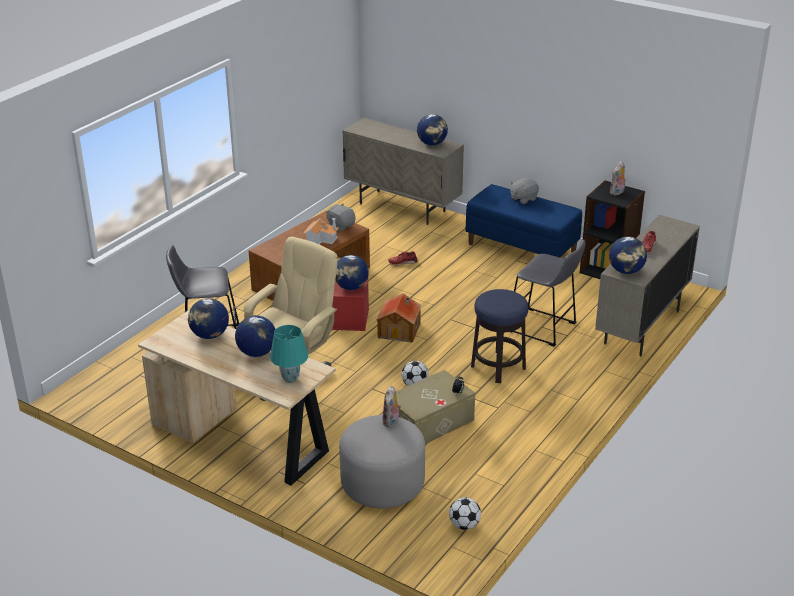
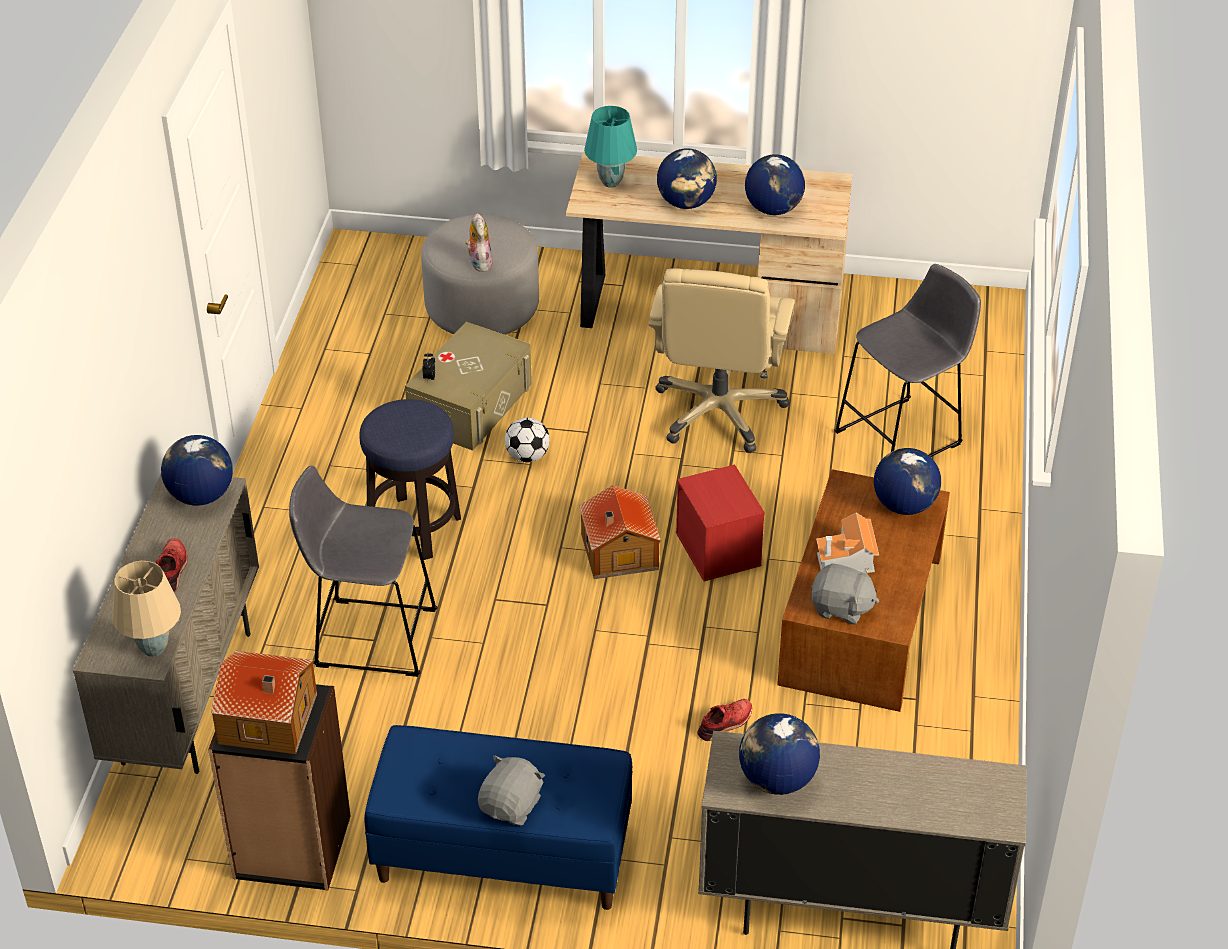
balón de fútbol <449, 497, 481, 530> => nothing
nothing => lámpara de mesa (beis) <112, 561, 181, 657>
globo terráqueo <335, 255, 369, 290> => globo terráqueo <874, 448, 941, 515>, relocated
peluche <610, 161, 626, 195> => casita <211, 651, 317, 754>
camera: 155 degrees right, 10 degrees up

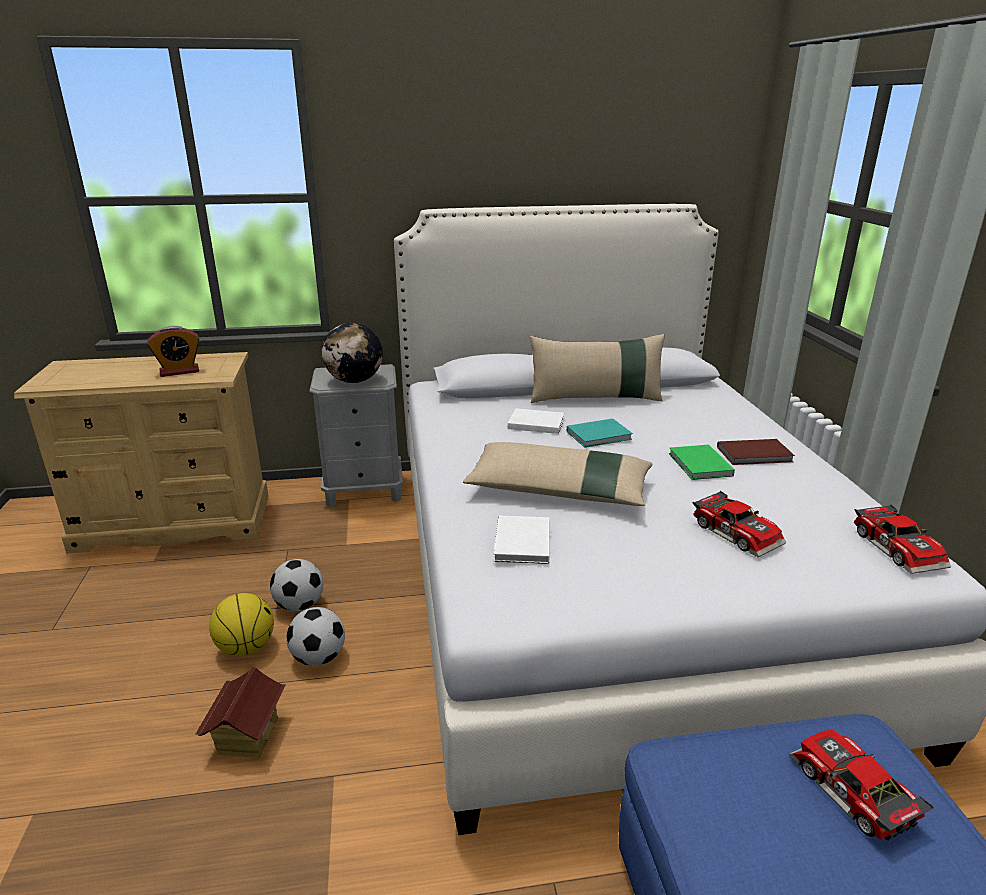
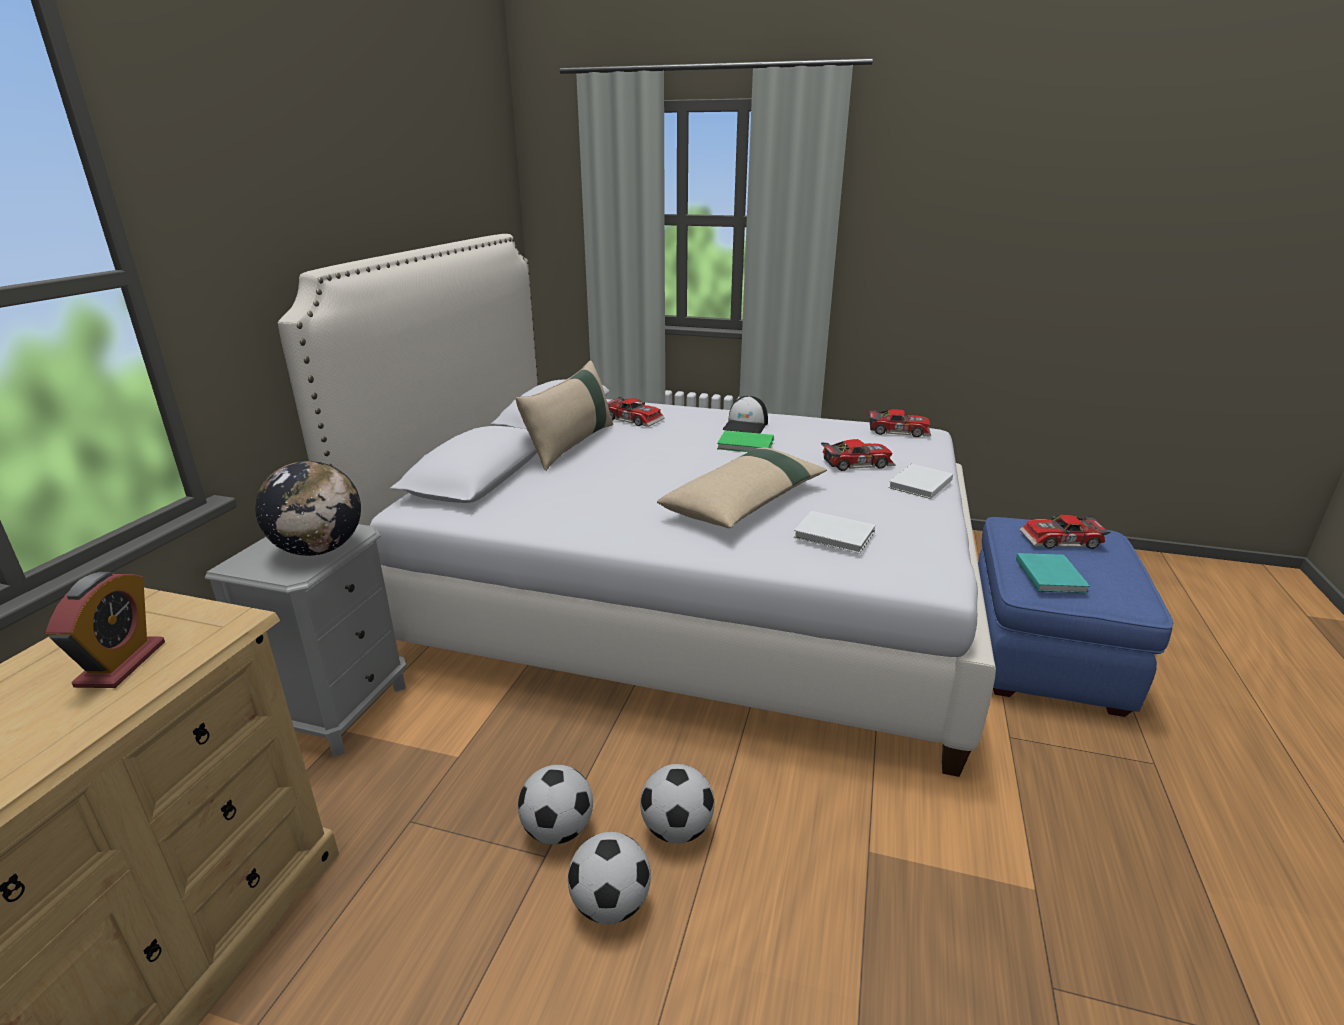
casita <196, 667, 286, 758> => nothing
nothing => coche de juguete <607, 397, 665, 427>
libro (blanco) <508, 408, 564, 434> => libro (blanco) <888, 464, 953, 499>, relocated
libro (turquesa) <567, 418, 633, 448> => libro (turquesa) <1016, 553, 1090, 593>, relocated
balón de baloncesto <209, 593, 274, 656> => balón de fútbol <568, 832, 651, 924>
libro (marrón) <717, 439, 795, 465> => gorra <723, 396, 768, 434>
camera: 65 degrees left, 0 degrees up

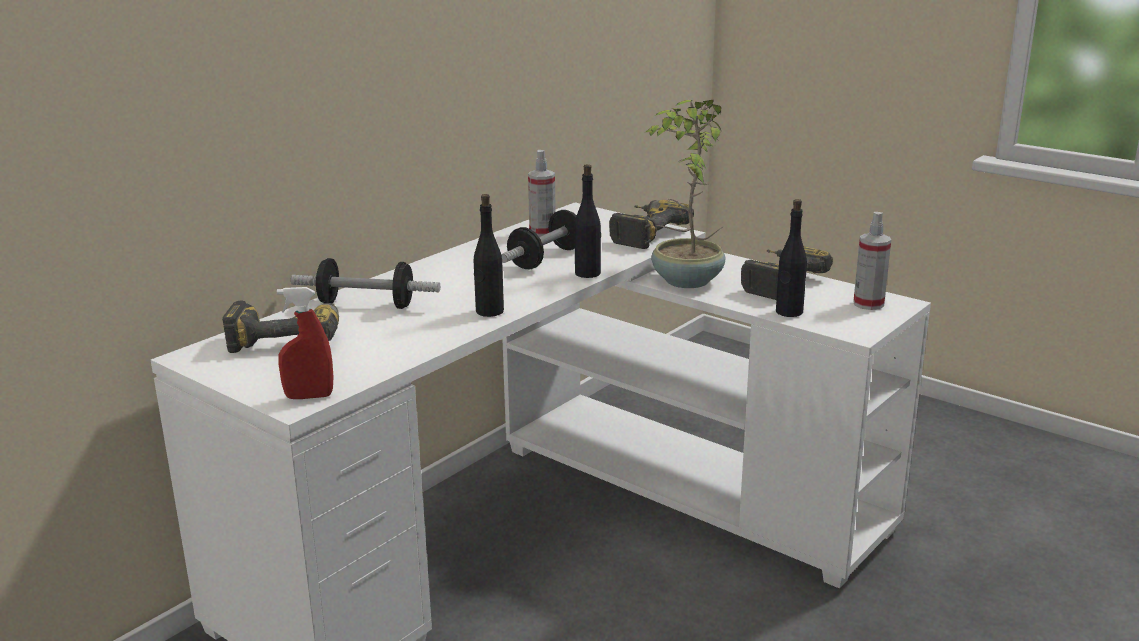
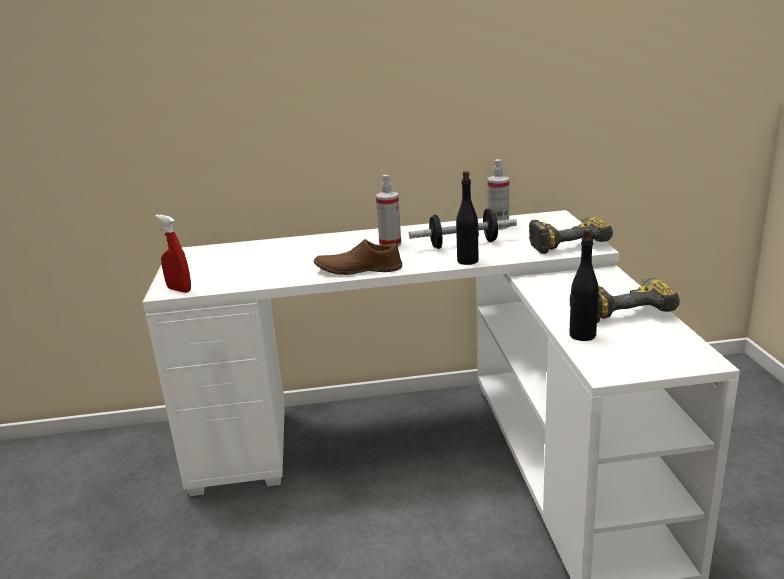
taladro <222, 301, 339, 353> => nothing
mancuerna <291, 258, 440, 309> => nothing
planta en maceta <646, 100, 726, 288> => nothing
pulverizador <853, 212, 891, 310> => pulverizador <376, 175, 401, 246>, relocated
botella (negro) <474, 194, 504, 317> => zapato (marrón) <314, 239, 402, 275>
camera: 45 degrees right, 0 degrees up

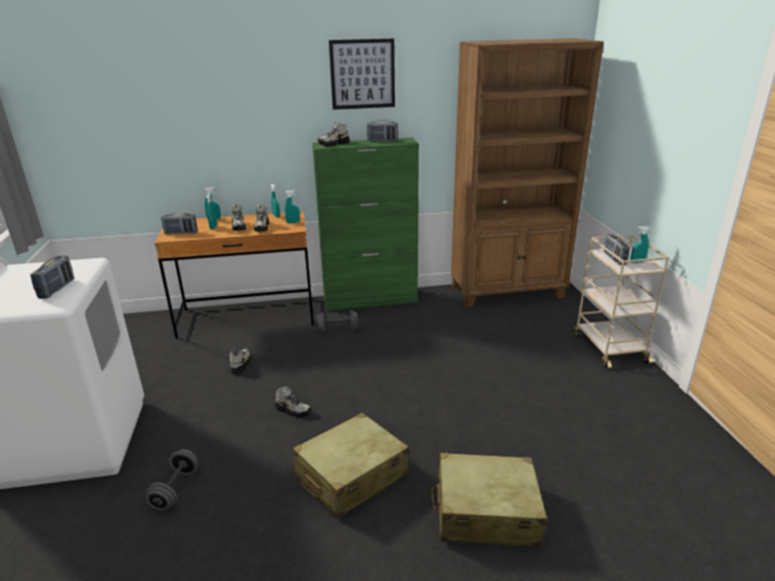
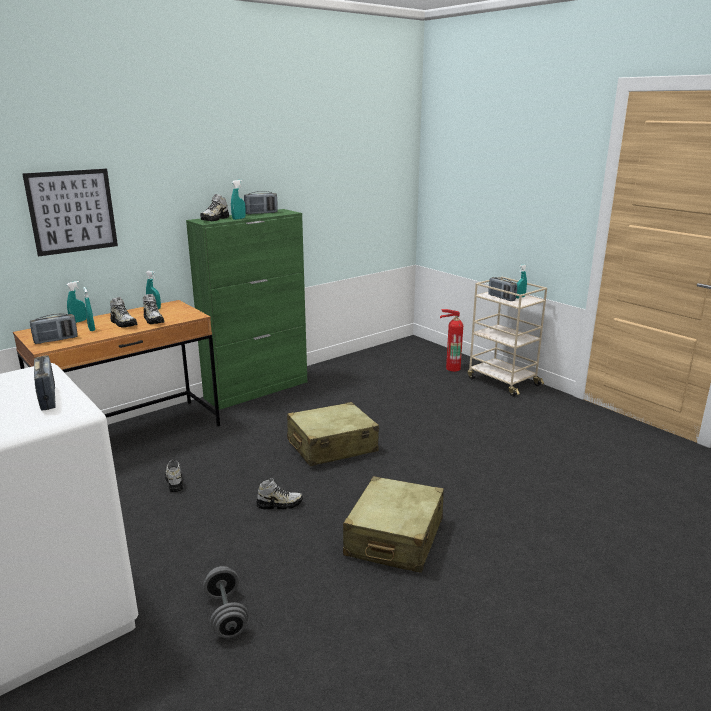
mancuerna (gris) <316, 310, 359, 332> => nothing
estantería (marrón) <451, 39, 604, 308> => nothing
nothing => extintor <440, 309, 463, 372>
pulverizador (turquesa) <285, 190, 300, 224> => pulverizador (turquesa) <231, 180, 246, 220>, relocated
cuadro <329, 38, 395, 110> => cuadro <22, 169, 118, 256>, relocated
maleta (beis) <431, 453, 547, 547> => maleta (beis) <287, 402, 379, 466>, relocated
camera: 30 degrees left, 5 degrees down

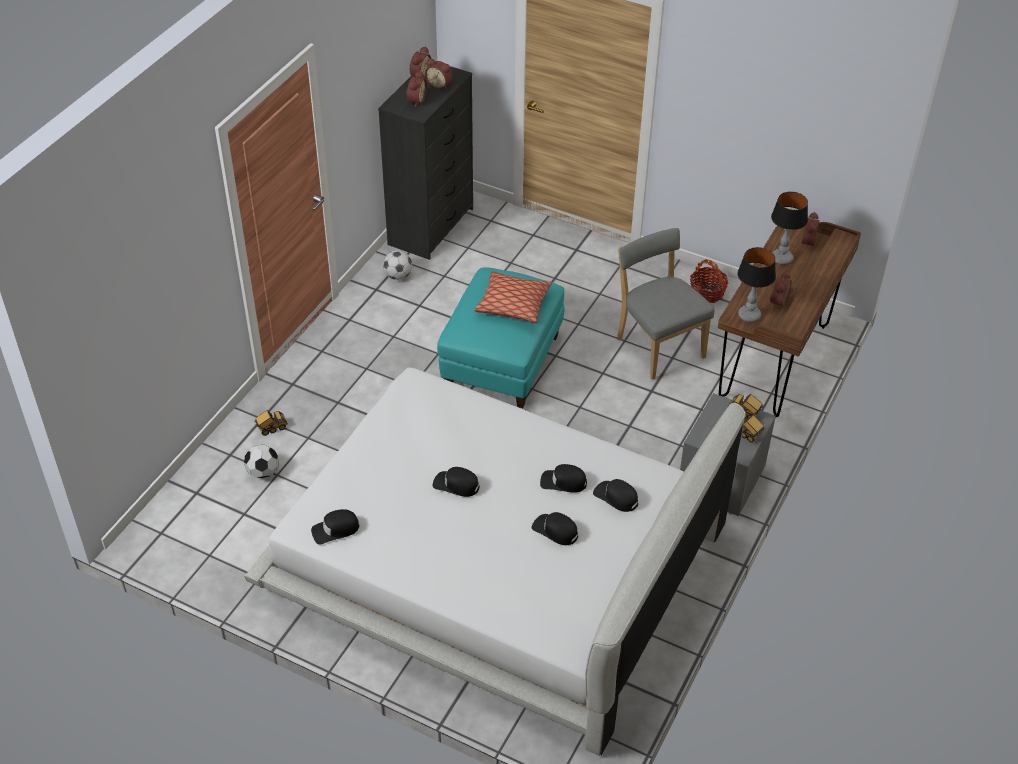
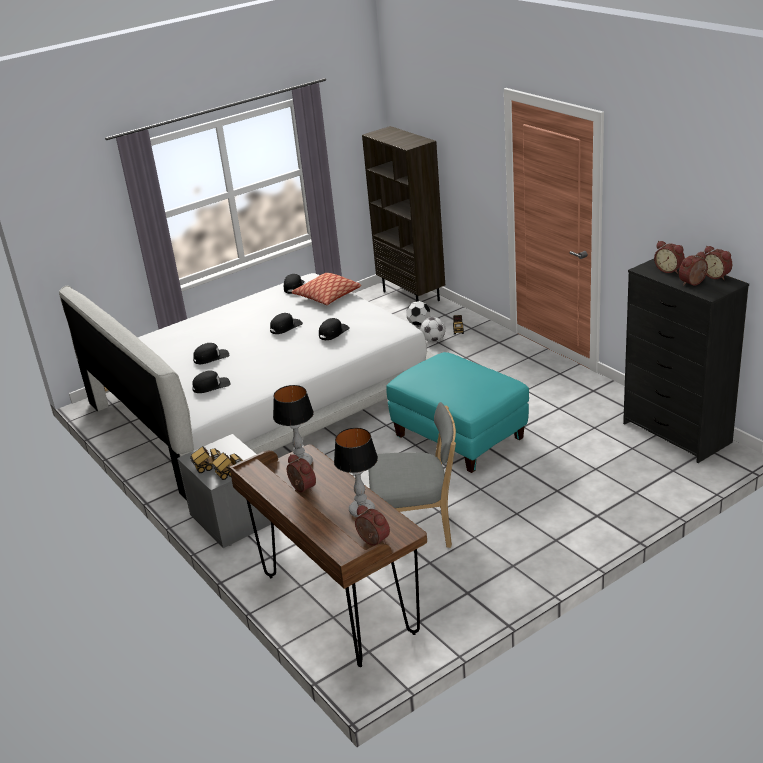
cesta <690, 259, 729, 303> => nothing
nothing => estantería (marrón) <362, 126, 445, 302>
balón de fútbol <383, 250, 412, 280> => balón de fútbol <420, 317, 445, 342>, relocated
cojín <474, 271, 552, 323> => cojín <291, 273, 361, 305>, relocated
gorra (negro) <540, 464, 587, 493> => gorra (negro) <319, 318, 350, 340>, relocated
camera: 120 degrees right, 15 degrees down

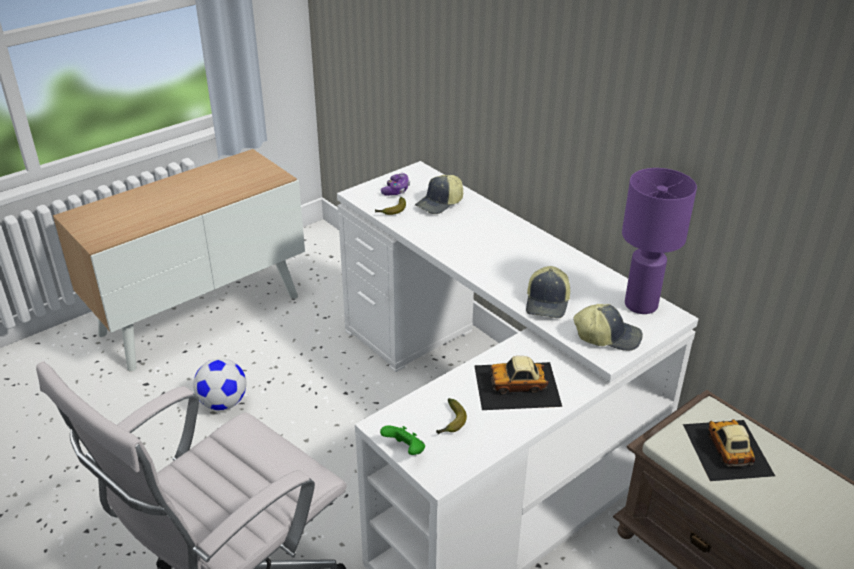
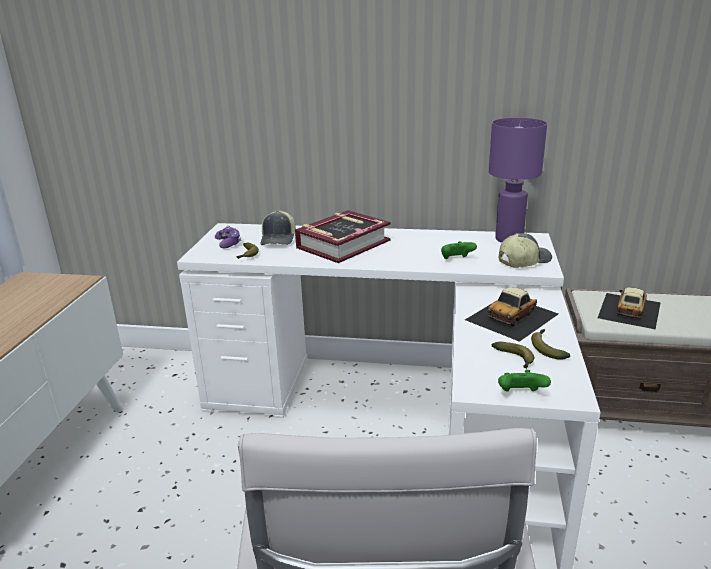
balón de fútbol <193, 358, 246, 410> => nothing
nothing => libro <295, 210, 390, 263>
nothing => plátano <531, 329, 570, 360>
gorra <526, 266, 570, 318> => mando de consola (verde) <441, 241, 477, 259>
coche de juguete <683, 419, 775, 481> => coche de juguete <598, 287, 661, 330>, 75 degrees clockwise
camera: 40 degrees left, 10 degrees down

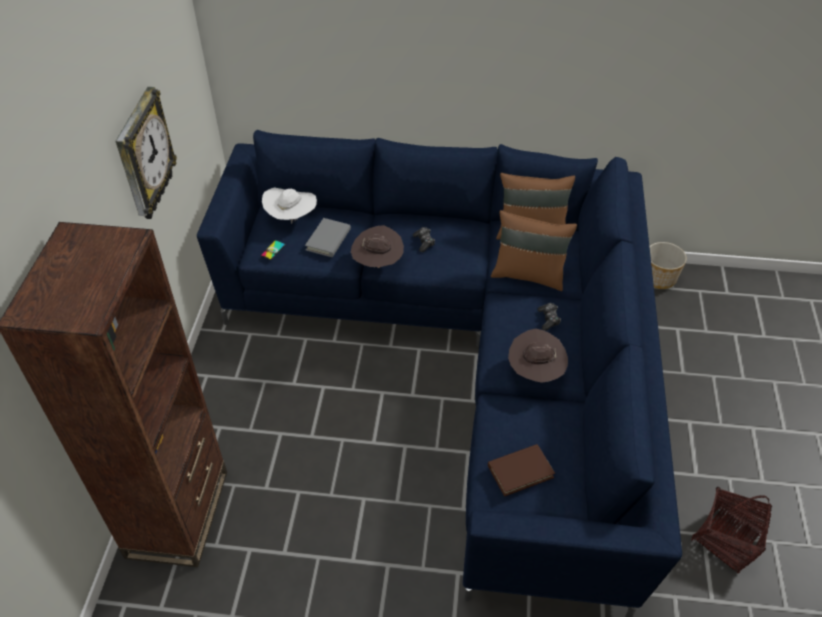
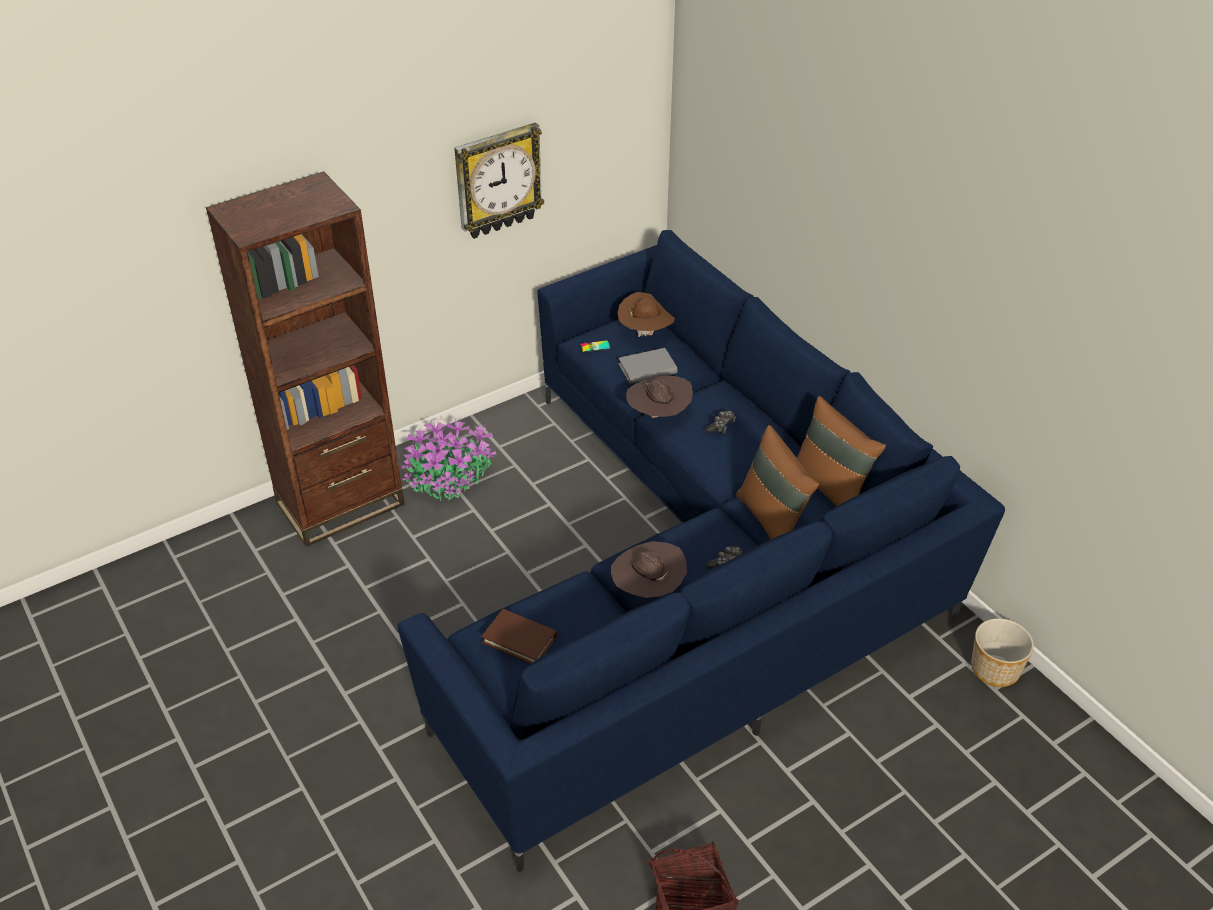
nothing => planta en maceta <401, 418, 497, 501>
sombrero (blanco) <262, 187, 317, 224> => sombrero (marrón) <618, 292, 675, 337>
camera: 50 degrees right, 5 degrees down

